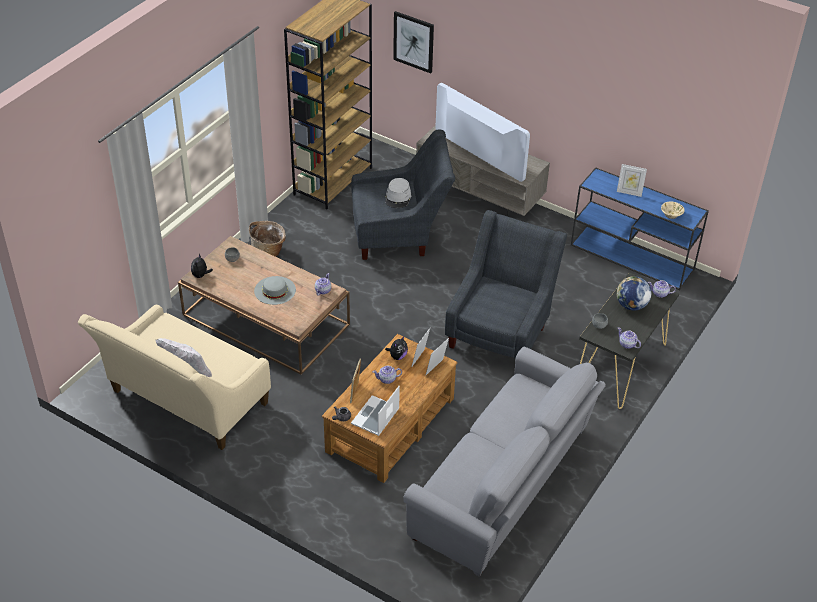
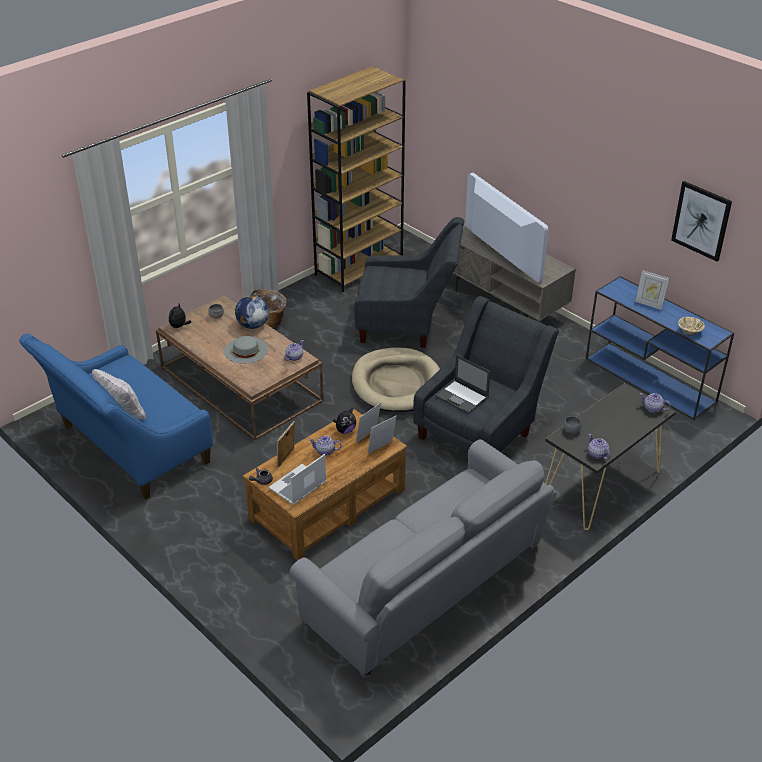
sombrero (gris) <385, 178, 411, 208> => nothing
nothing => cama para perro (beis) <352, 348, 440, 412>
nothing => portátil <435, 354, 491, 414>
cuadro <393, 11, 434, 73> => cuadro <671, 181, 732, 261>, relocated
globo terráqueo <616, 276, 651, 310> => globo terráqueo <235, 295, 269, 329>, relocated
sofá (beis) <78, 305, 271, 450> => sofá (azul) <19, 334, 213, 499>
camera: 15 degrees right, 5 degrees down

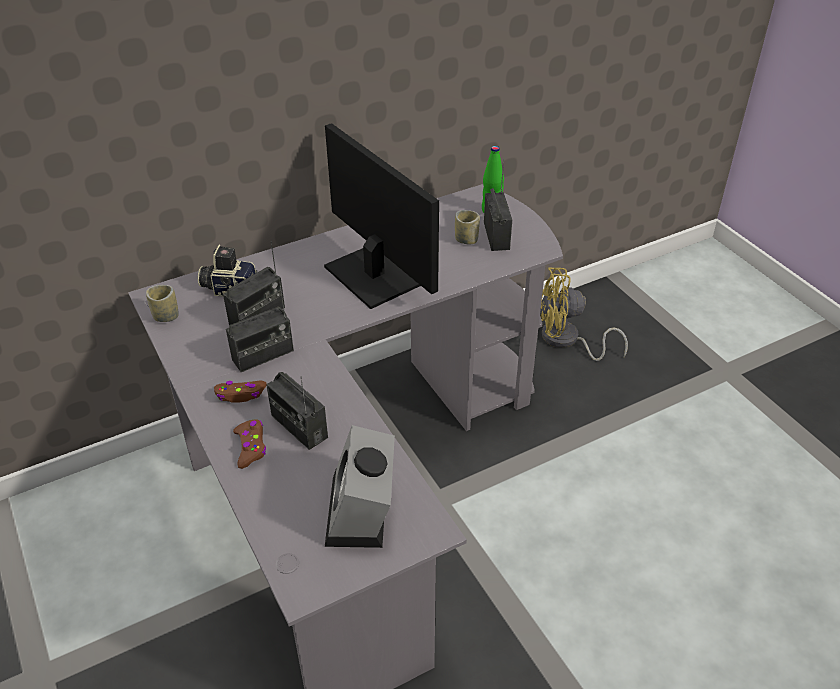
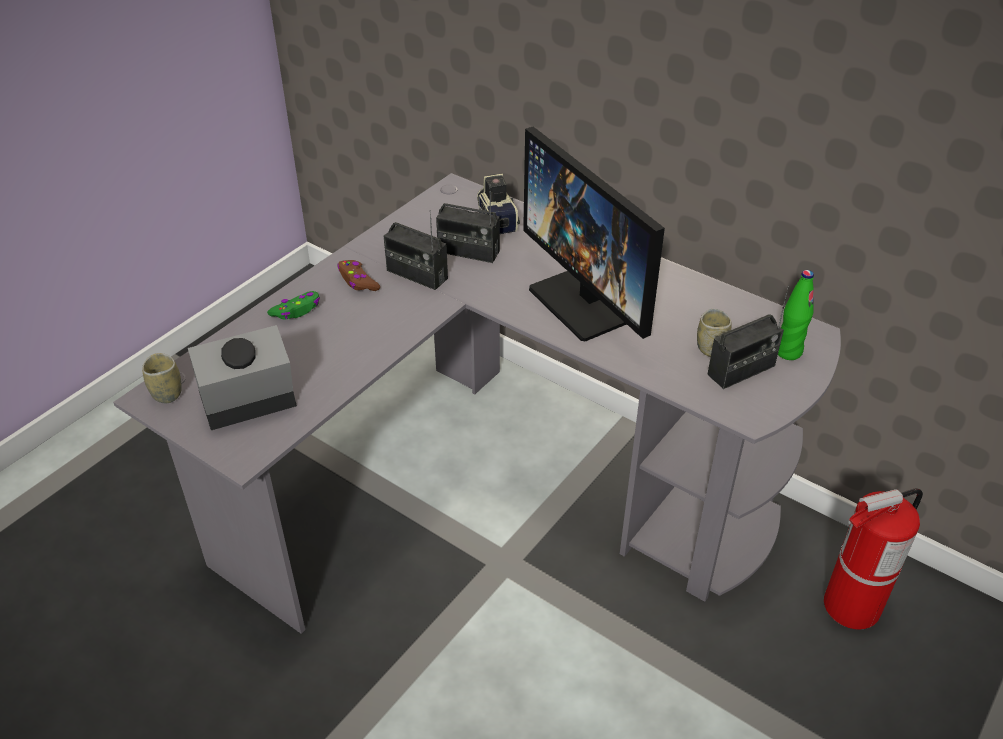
radio <266, 372, 328, 450> => nothing
taza <146, 285, 179, 322> => taza <142, 353, 182, 403>, relocated
ventilador (amarillo) <541, 268, 628, 361> => extintor <824, 489, 923, 630>
mando de consola (marrón) <233, 419, 266, 469> => mando de consola (verde) <267, 291, 320, 320>
monitor <324, 123, 439, 309> => monitor <523, 127, 665, 342>, 120 degrees clockwise
camera: 65 degrees right, 0 degrees up

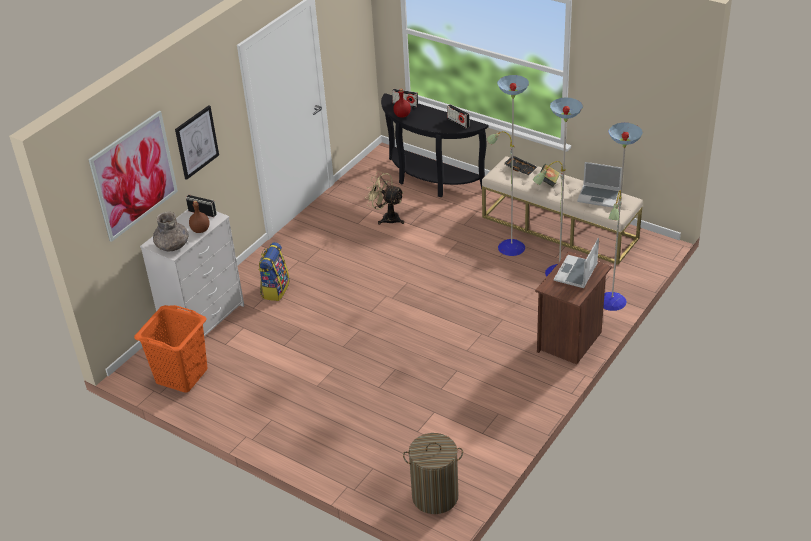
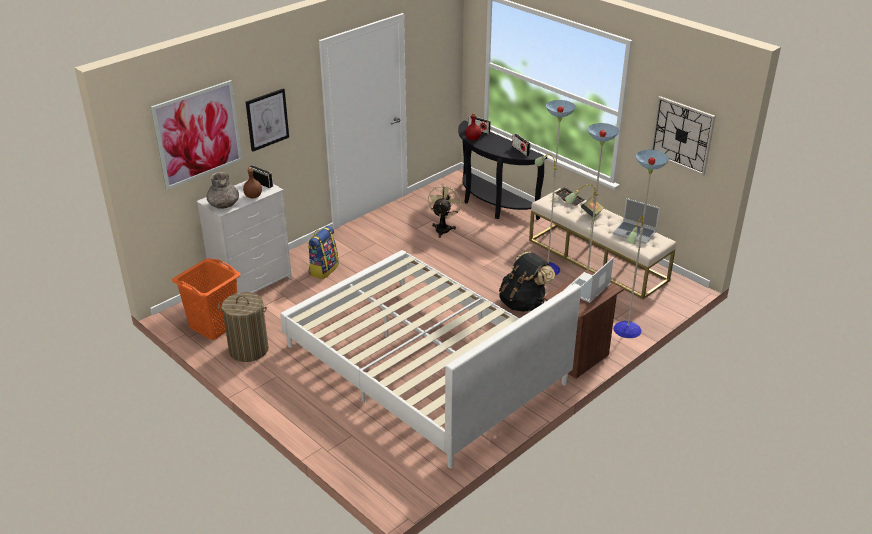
nothing => cama (blanco) <280, 250, 581, 469>
nothing => mochila (negro) <499, 252, 555, 312>
nothing => reloj de pared <651, 96, 716, 176>
cesto de la ropa <403, 433, 463, 514> => cesto de la ropa <218, 292, 269, 362>, relocated
ventilador (beis) <365, 172, 404, 225> => ventilador (beis) <428, 183, 463, 238>, 60 degrees clockwise
camera: 10 degrees right, 5 degrees down

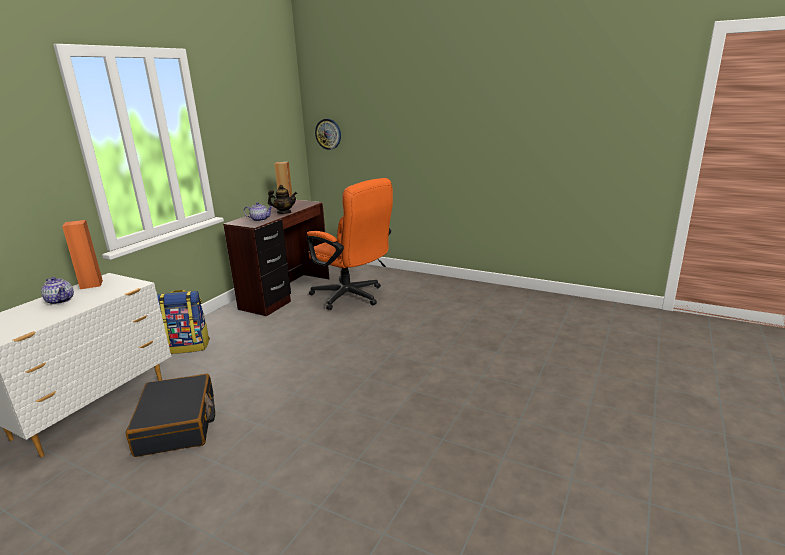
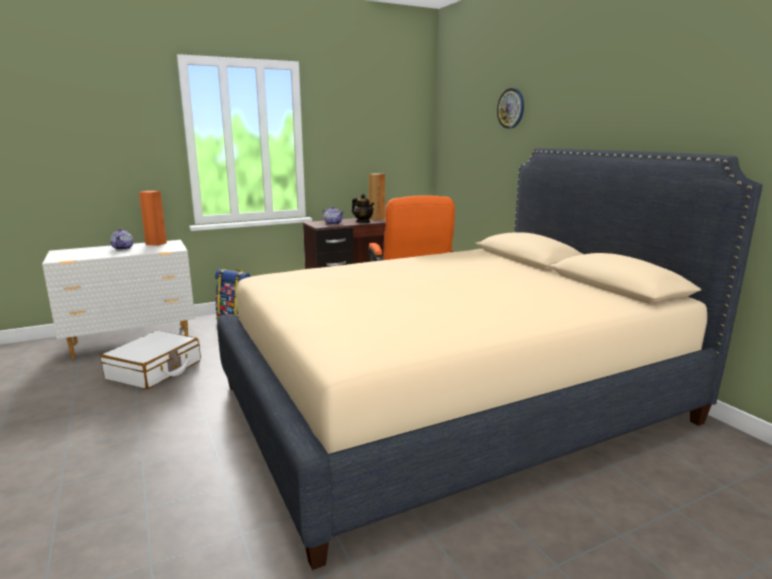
nothing => cama (beis) <217, 148, 763, 570>
reloj de pared <315, 119, 341, 150> => reloj de pared <497, 88, 524, 128>, relocated
maleta (negro) <126, 374, 215, 457> => maleta (blanco) <100, 331, 201, 389>
camera: 35 degrees right, 5 degrees down

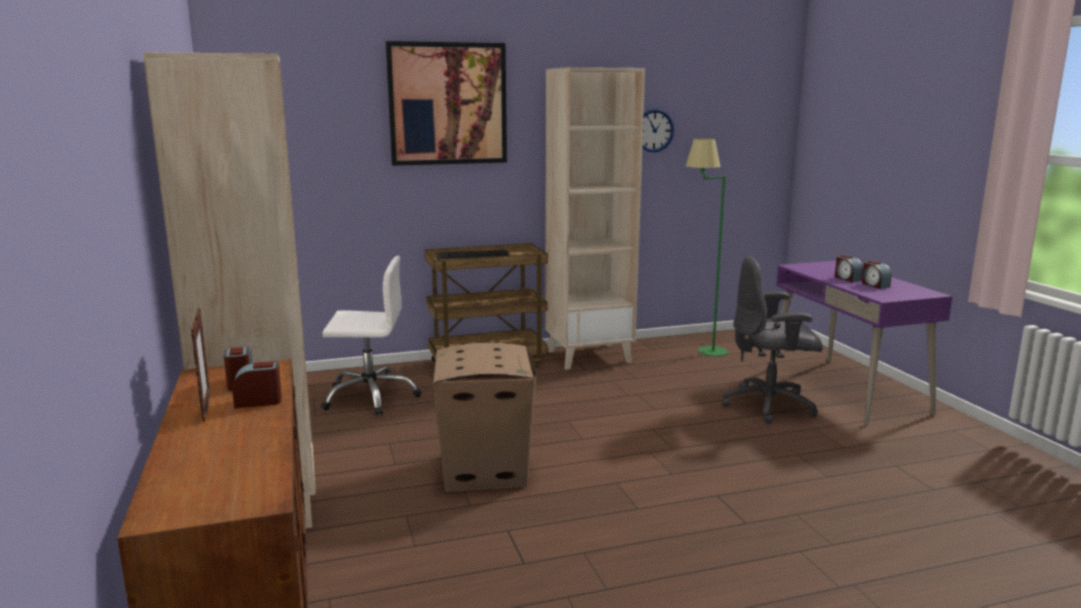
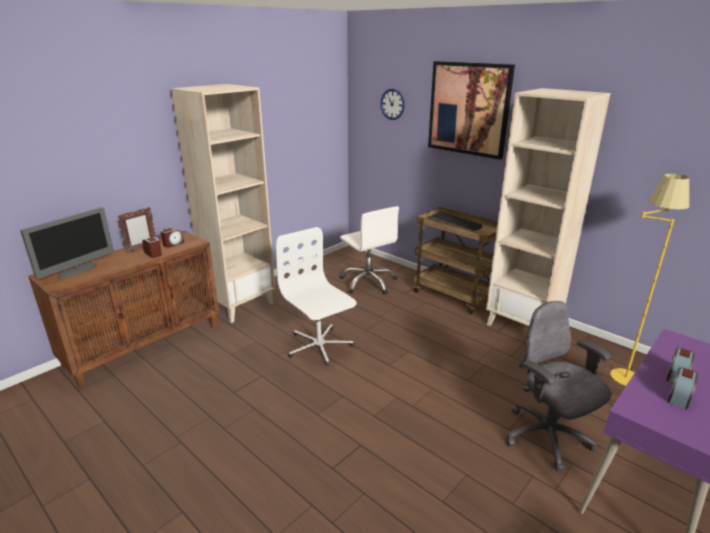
nothing => monitor <20, 207, 114, 279>
reloj de pared <642, 109, 674, 152> => reloj de pared <380, 89, 405, 120>, relocated
caja de cartón <433, 343, 537, 492> => silla de oficina (blanco) <276, 227, 357, 366>
lámpara de pie (verde) <686, 138, 728, 356> => lámpara de pie (amarillo) <610, 174, 689, 386>
camera: 60 degrees right, 10 degrees up

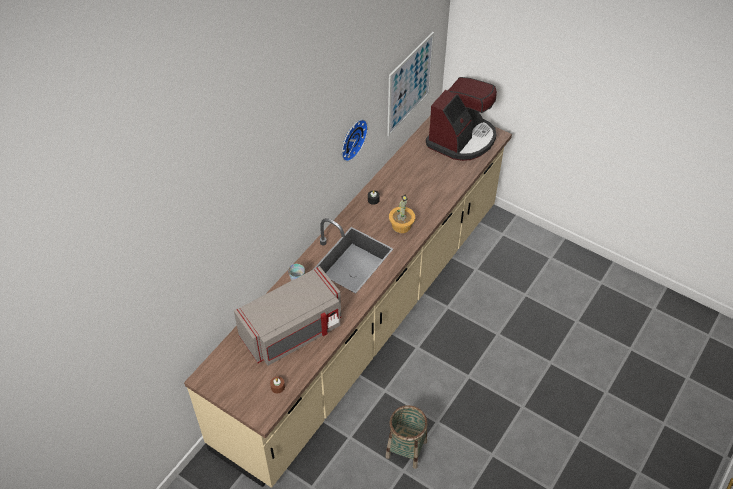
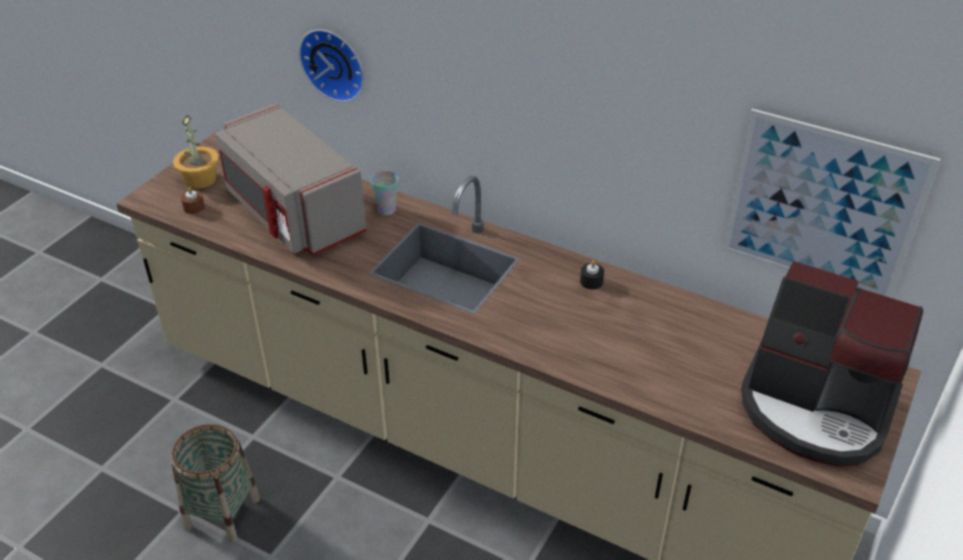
reloj de pared <342, 119, 368, 162> => reloj de pared <299, 29, 364, 102>, relocated
planta en maceta <389, 194, 415, 233> => planta en maceta <173, 115, 219, 189>, relocated
camera: 85 degrees right, 10 degrees down

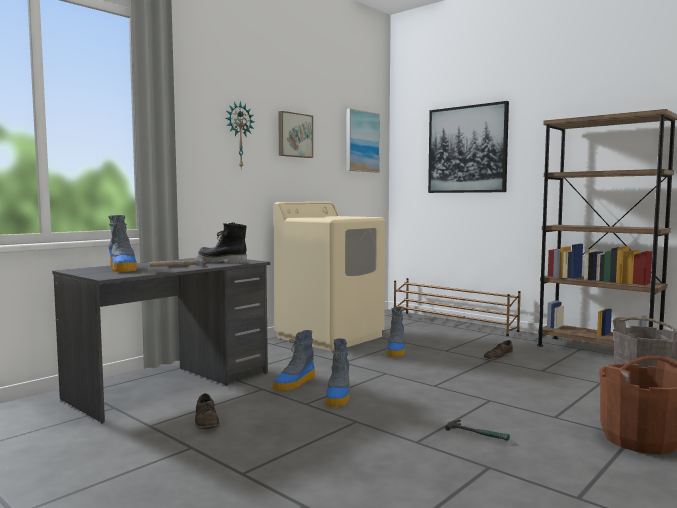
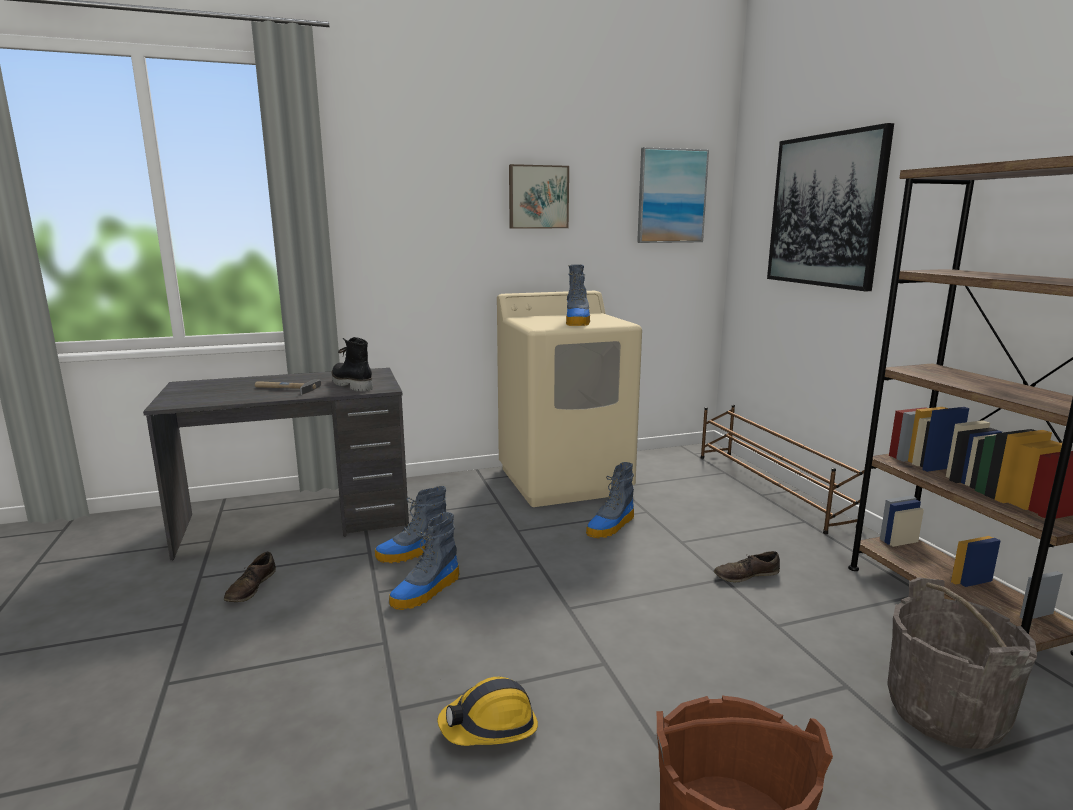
reloj de pared <226, 101, 254, 169> => nothing
bota <108, 215, 137, 272> => bota <566, 265, 590, 326>, relocated
martillo <445, 420, 510, 441> => casco <438, 677, 538, 746>
camera: 30 degrees right, 10 degrees up

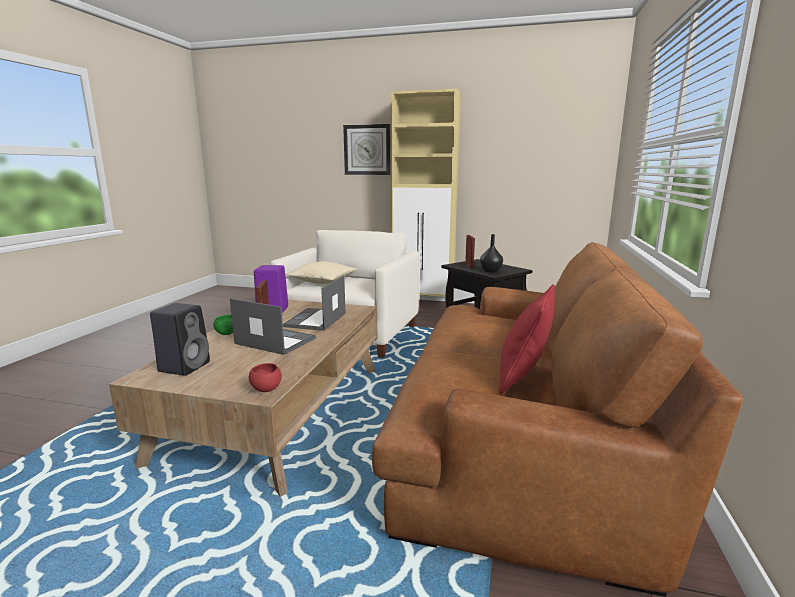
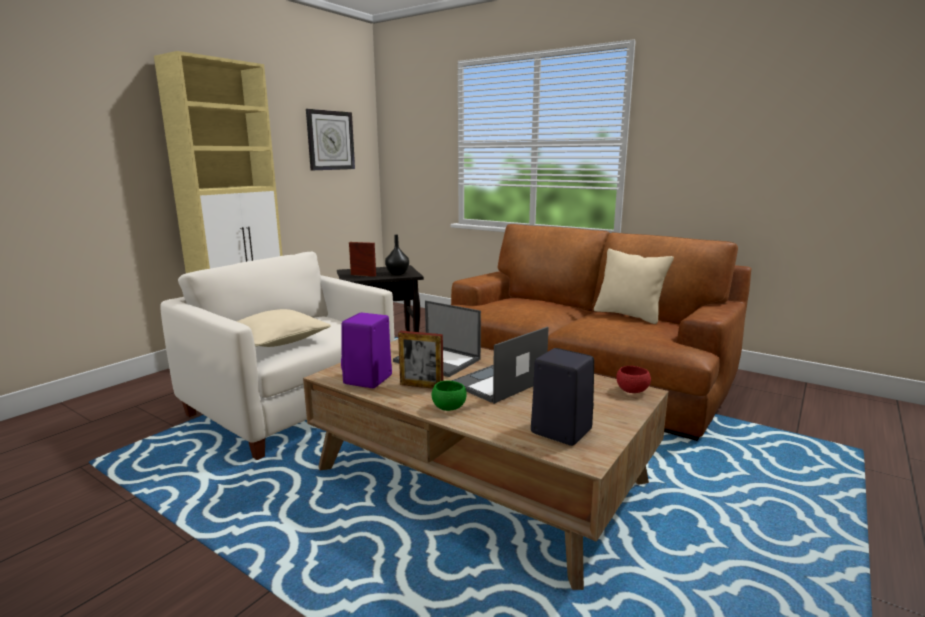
reloj de pared <343, 124, 390, 175> => reloj de pared <306, 109, 355, 170>, relocated
cojín (rojo) <499, 284, 555, 395> => cojín (beis) <594, 249, 674, 324>
camera: 70 degrees left, 0 degrees up

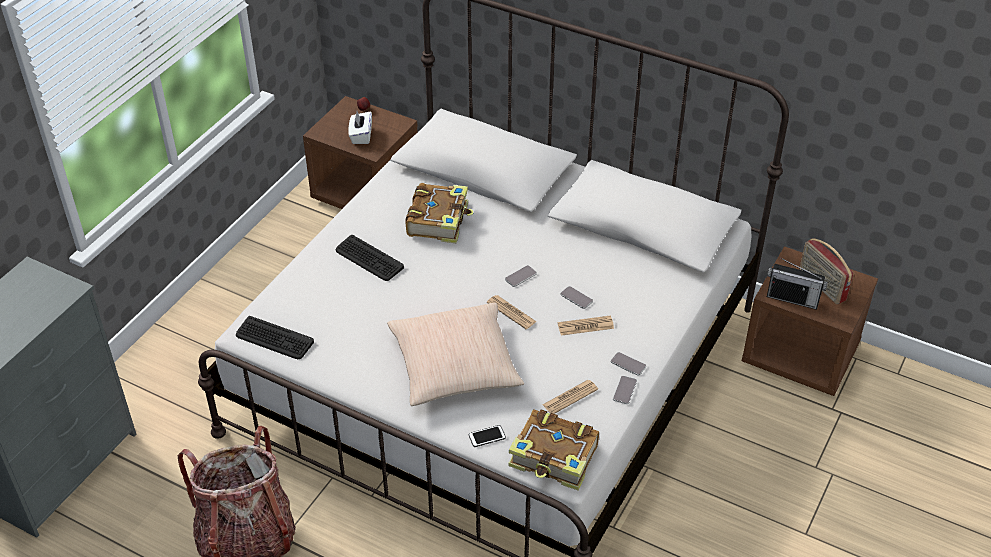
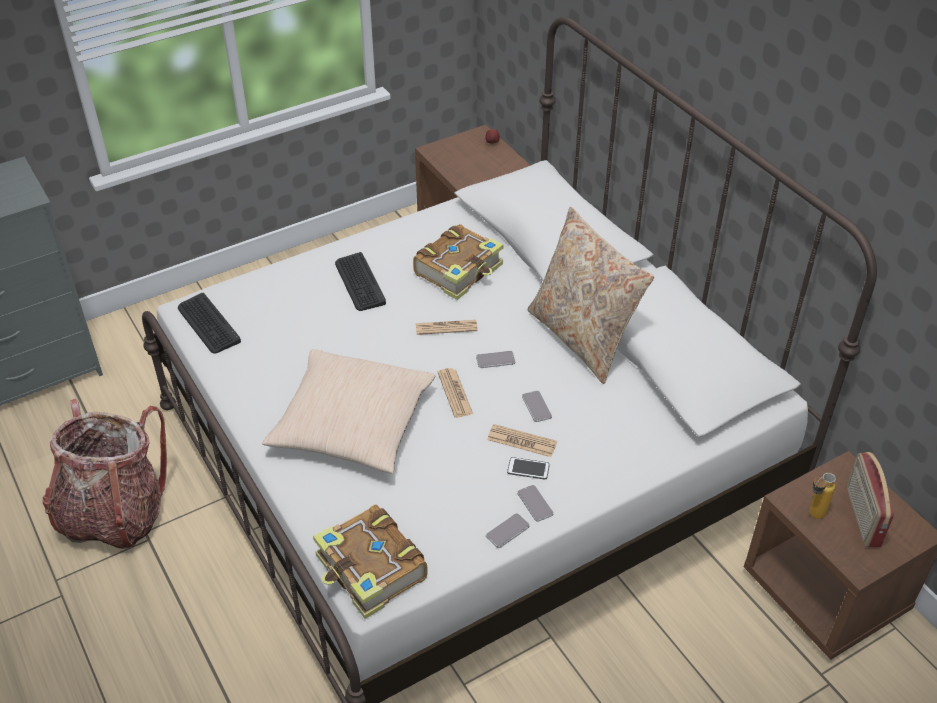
caja de pañuelos (blanco) <348, 111, 372, 144> => nothing
nothing => cojín (beis) <528, 207, 655, 384>
móvil <469, 425, 506, 447> => móvil <507, 457, 550, 479>, relocated
periódico <543, 380, 598, 414> => periódico <416, 320, 478, 335>, relocated
radio <767, 257, 828, 310> => botella <809, 473, 836, 519>
camera: 30 degrees right, 0 degrees up

